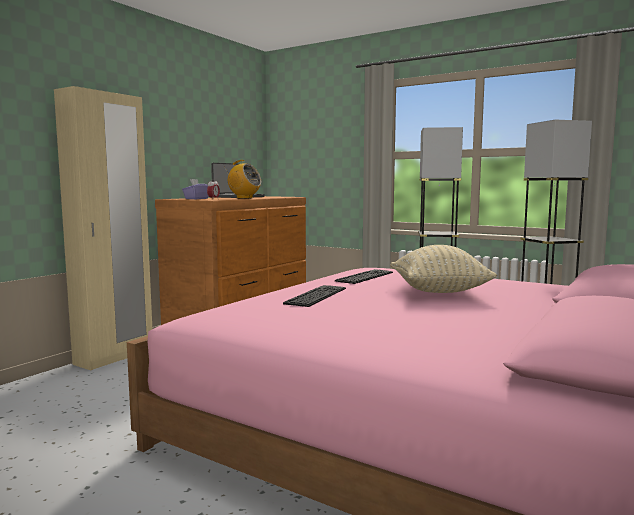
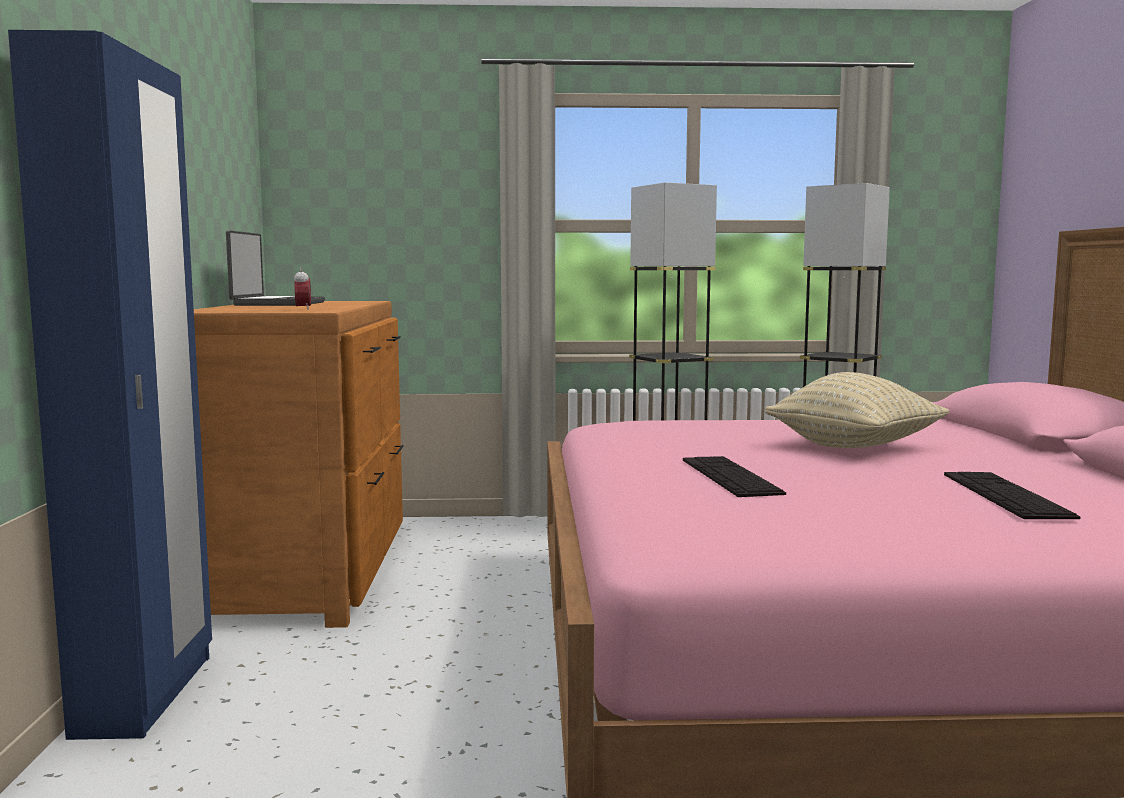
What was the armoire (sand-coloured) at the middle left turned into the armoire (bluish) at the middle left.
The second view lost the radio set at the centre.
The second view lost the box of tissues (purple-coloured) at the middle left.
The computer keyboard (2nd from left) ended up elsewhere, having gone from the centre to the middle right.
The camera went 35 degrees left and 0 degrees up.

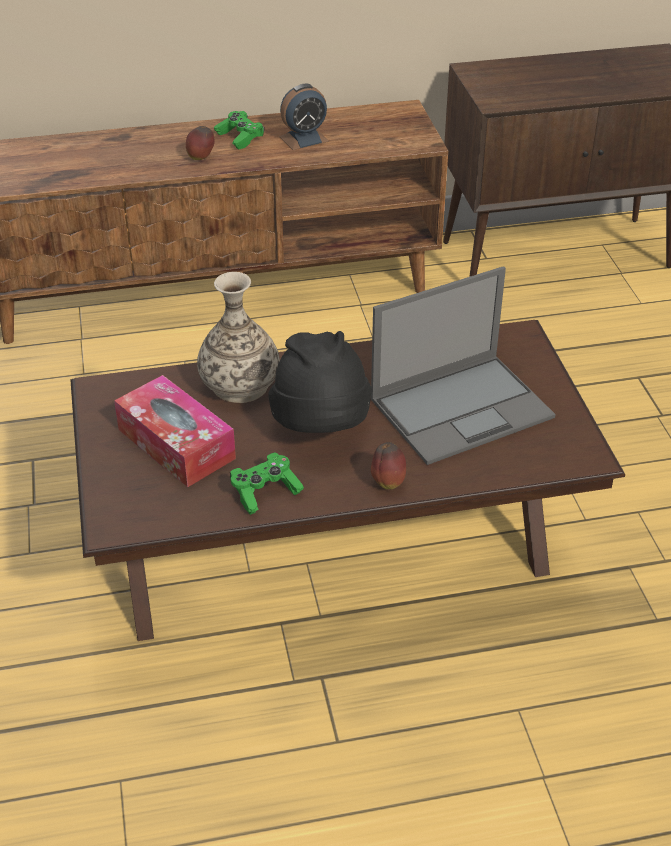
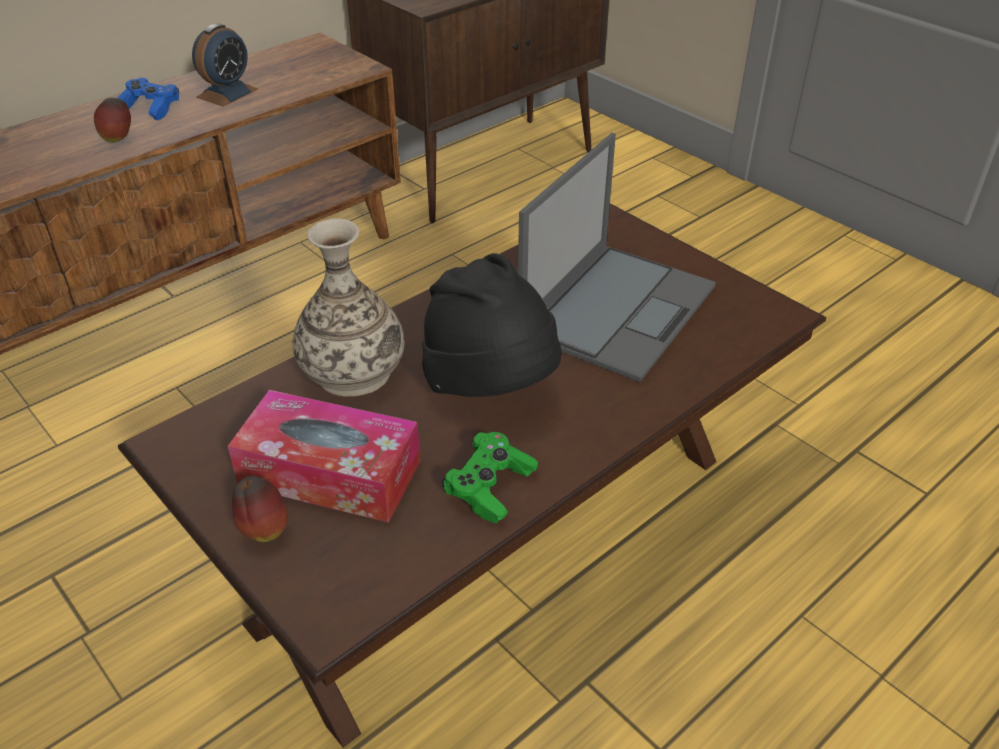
What was the gamepad (green) (1st from left) at the top centre turned into the gamepad (bluish) at the top left.
The whole apple (2nd from left) ended up elsewhere, having gone from the centre to the bottom left.
The camera went 30 degrees left and 0 degrees up.

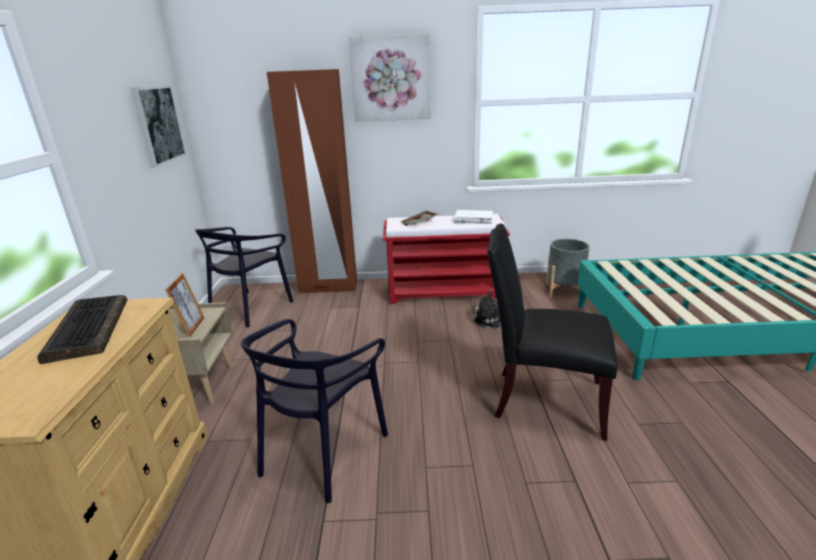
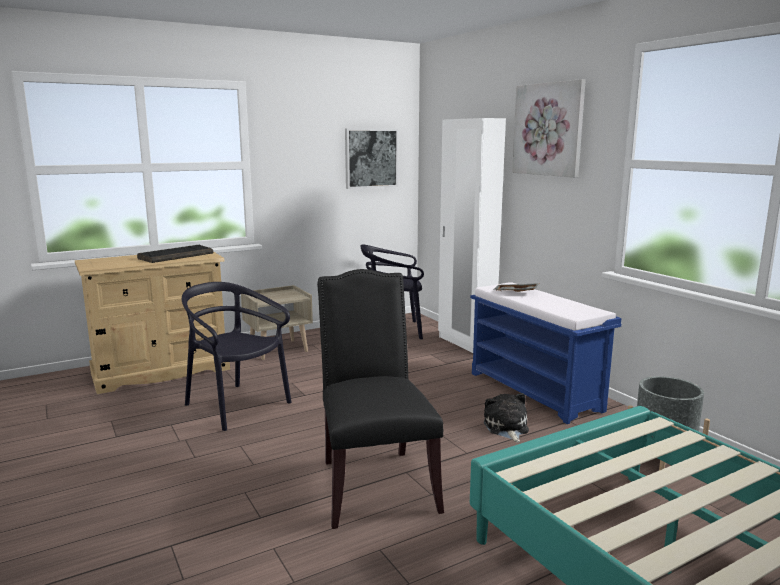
What was the armoire (brownish) at the top centre turned into the armoire (white-coloured) at the centre.
The second view lost the book (white-coloured) at the centre.
What was the long seat (reddish) at the centre turned into the long seat (bluish) at the middle right.
The second view lost the standing frame at the middle left.
The plain chair (black) (2nd from left in the first image) at the bottom centre ended up facing another way, 45 degrees clockwise from before.
The camera went 60 degrees right and 10 degrees down.

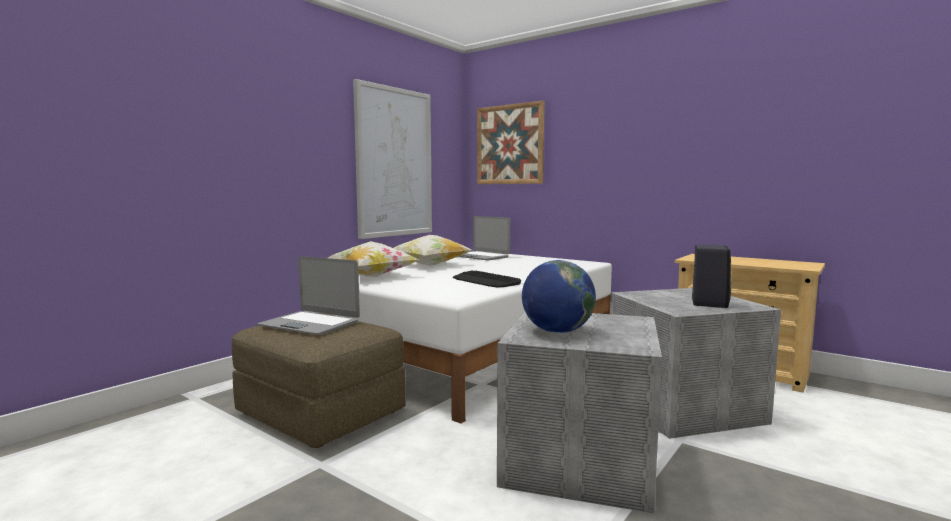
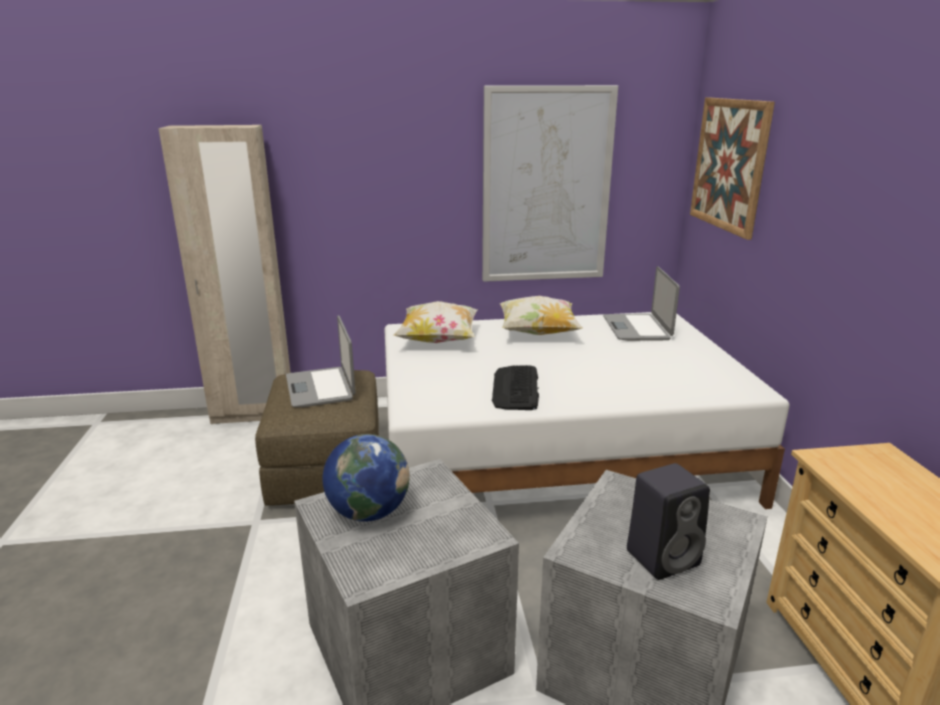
The second view gained the armoire (sand-coloured) at the middle left.
The camera went 45 degrees right and 15 degrees up.

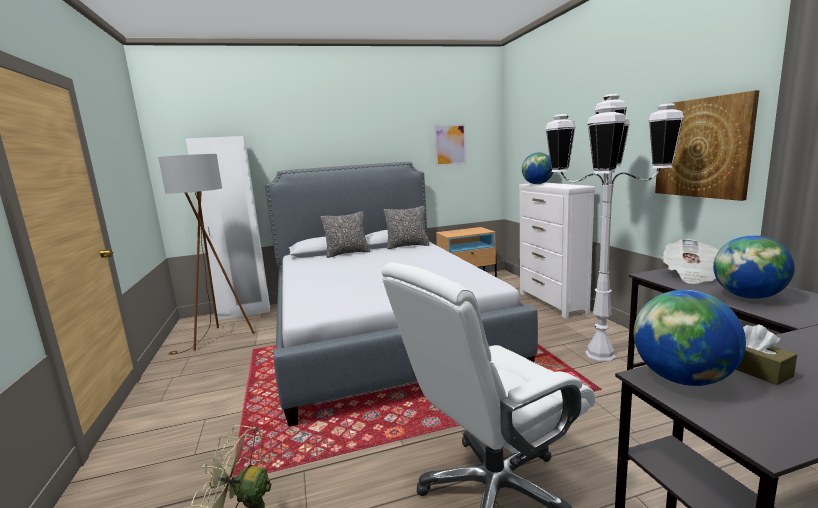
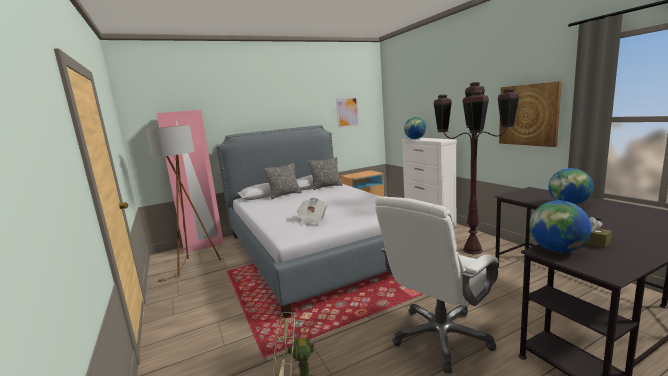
What was the standing lamp (white-coloured) at the middle right turned into the standing lamp (brownish) (2nd from left) at the middle right.
What was the armoire (white-coloured) at the middle left turned into the armoire (pink-coloured) at the middle left.
The daily paper ended up elsewhere, having gone from the middle right to the centre.
The camera went 10 degrees left and 0 degrees up.

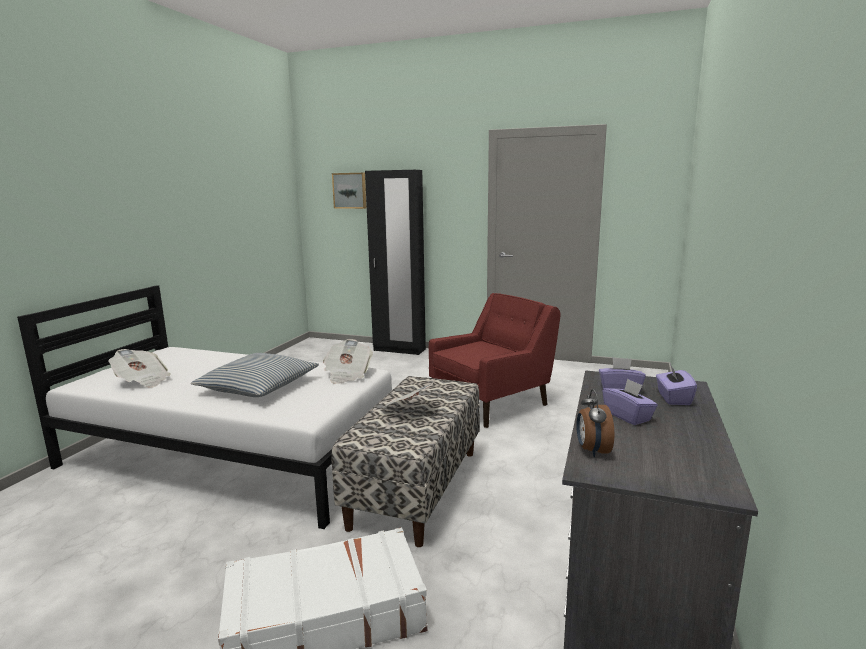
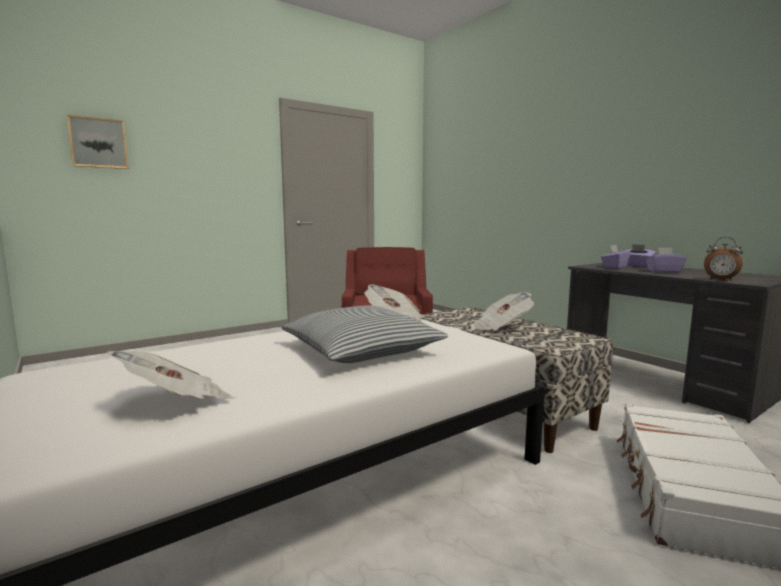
The second view lost the armoire (black) at the centre.
The camera went 55 degrees left and 5 degrees down.

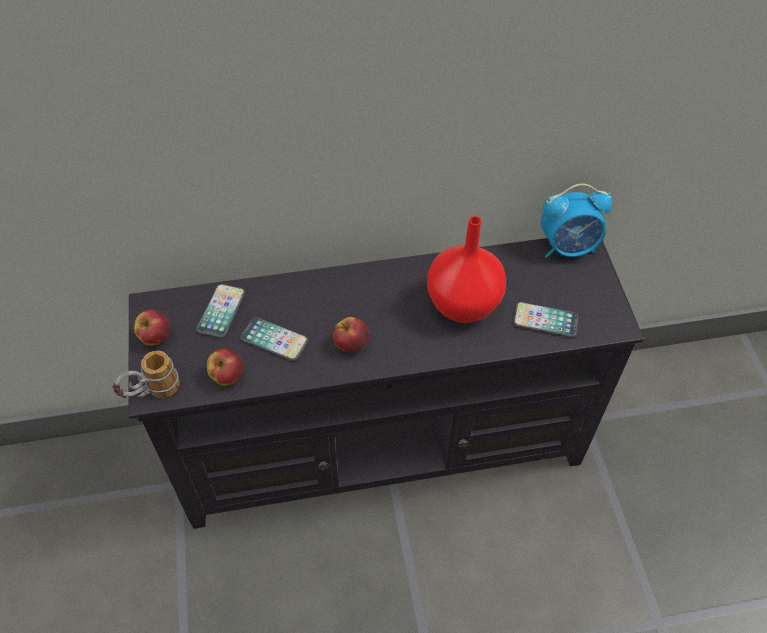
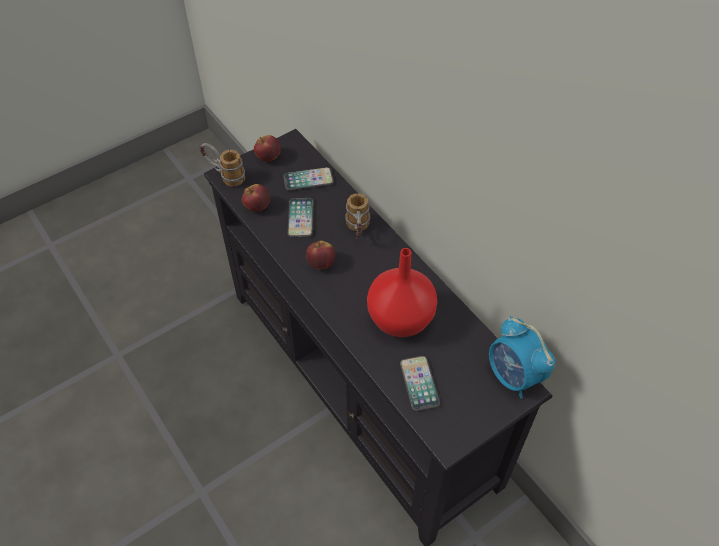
The second view gained the tea mug (2nd from left) at the centre.
The camera went 65 degrees right and 0 degrees up.

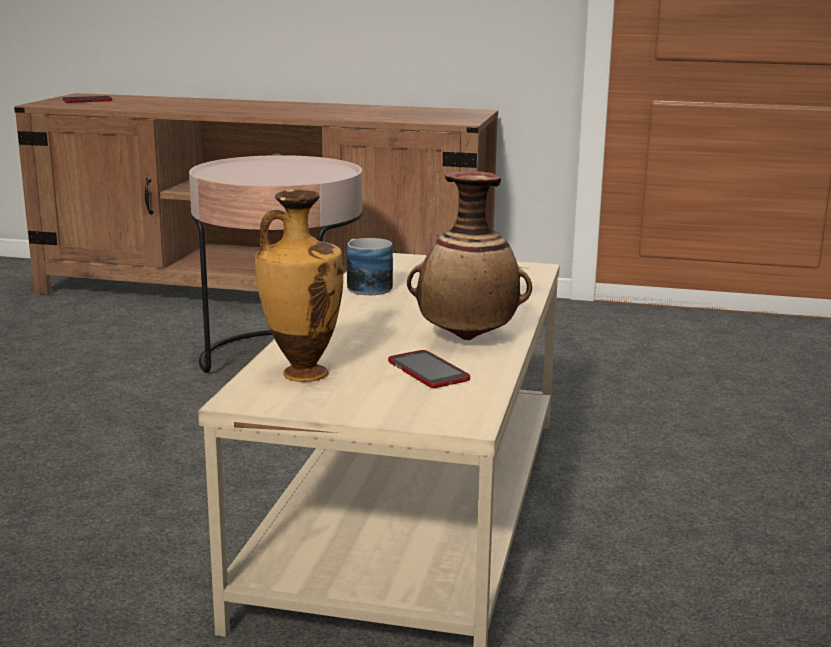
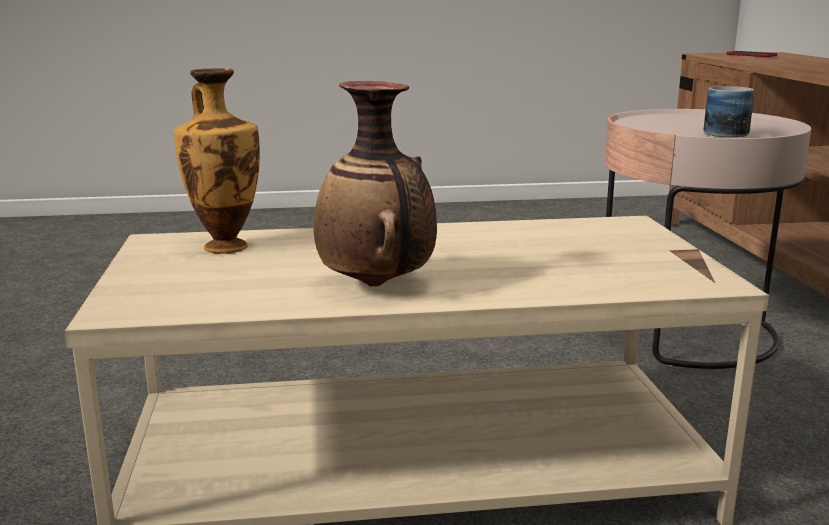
The tea mug ended up elsewhere, having gone from the centre to the top right.
The second view lost the telephone (2nd from left) at the centre.
The camera went 70 degrees right and 0 degrees up.

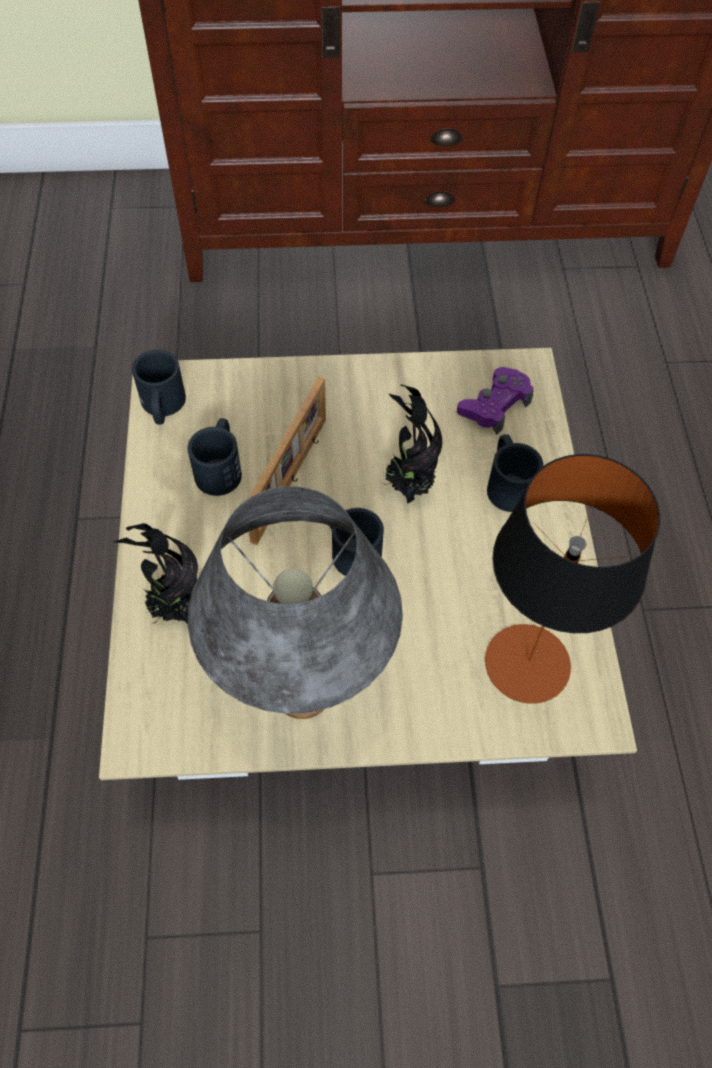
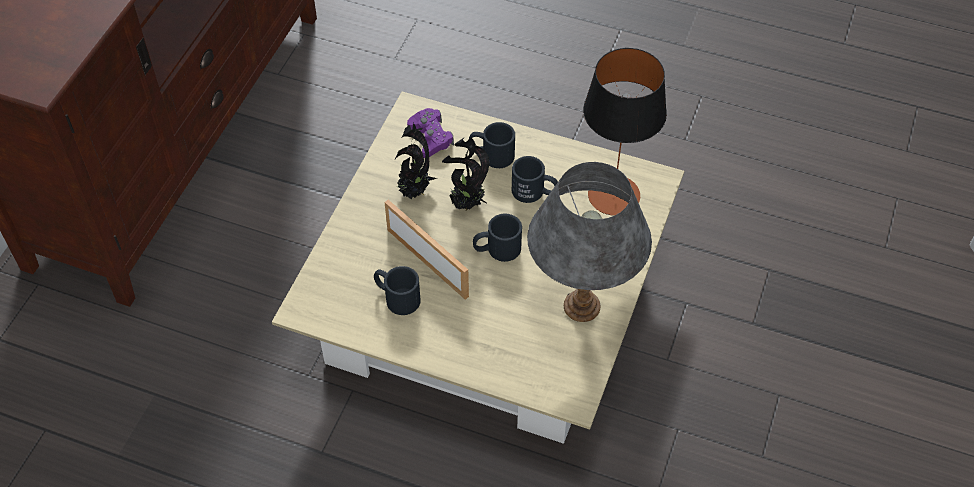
The tea mug (black) (1st from left in the first image) ended up elsewhere, having gone from the middle left to the centre.
The plant in a pot (1st from left) ended up elsewhere, having gone from the middle left to the top centre.
The camera went 65 degrees left and 5 degrees down.

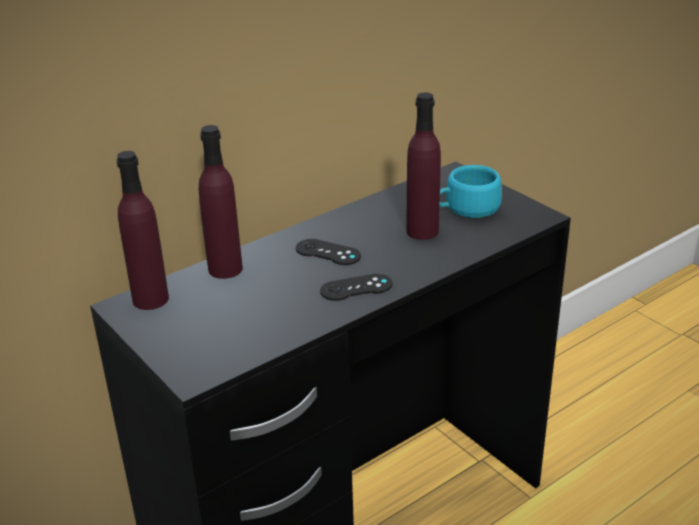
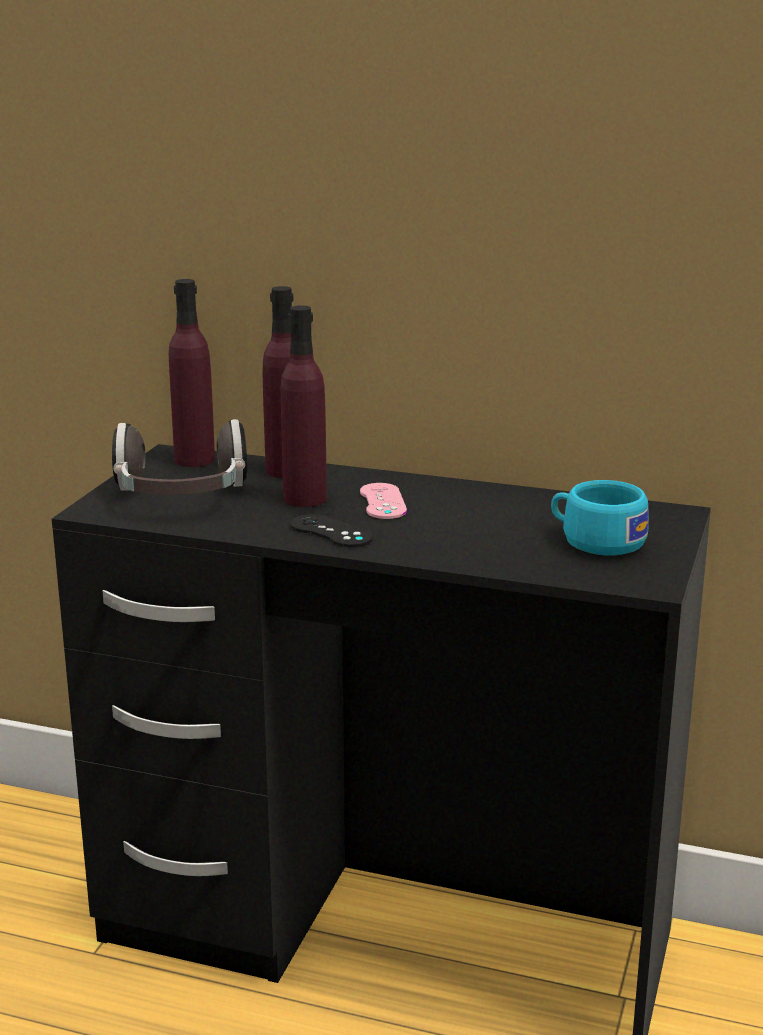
The drink bottle (purple-coloured) (3rd from left) ended up elsewhere, having gone from the top centre to the centre.
What was the gamepad (black) (1st from left) at the centre turned into the gamepad (pink-coloured) at the centre.
The second view gained the headset at the middle left.
The camera went 55 degrees right and 10 degrees down.

